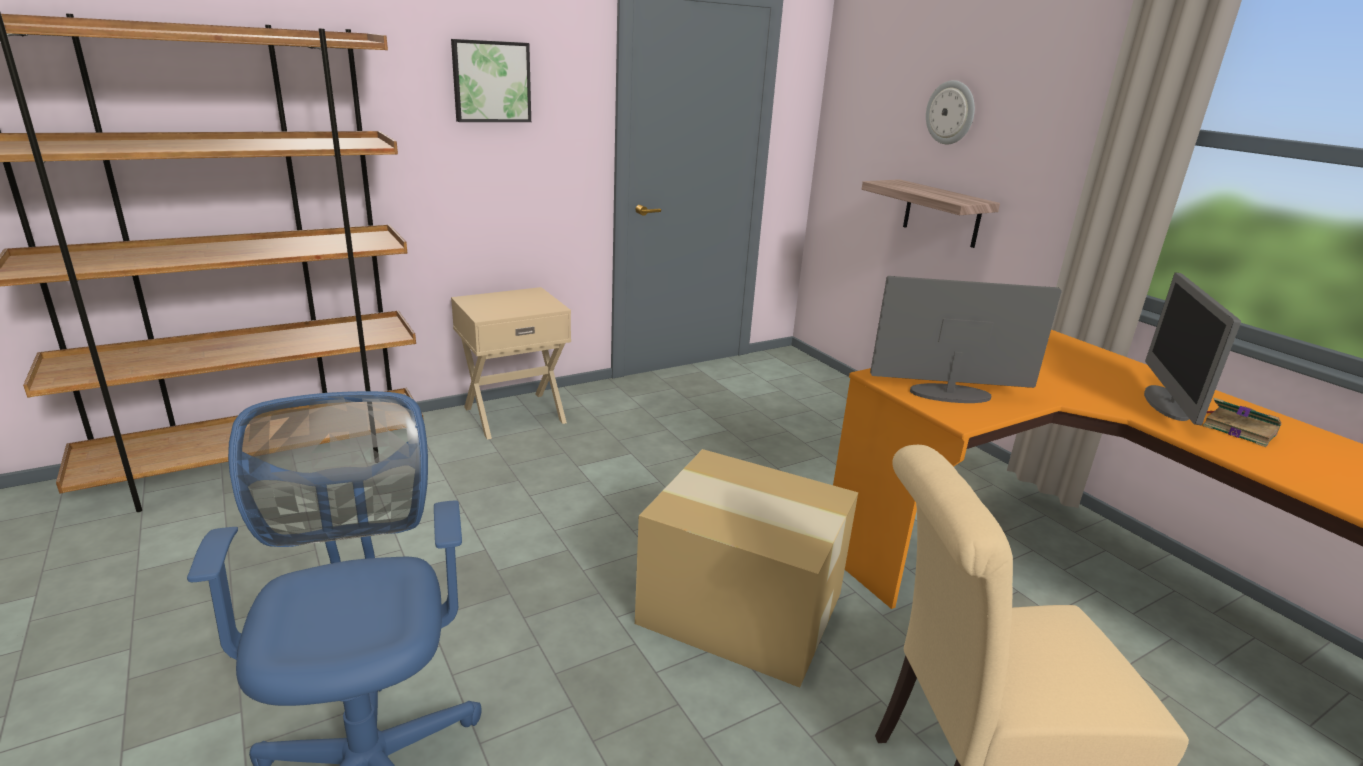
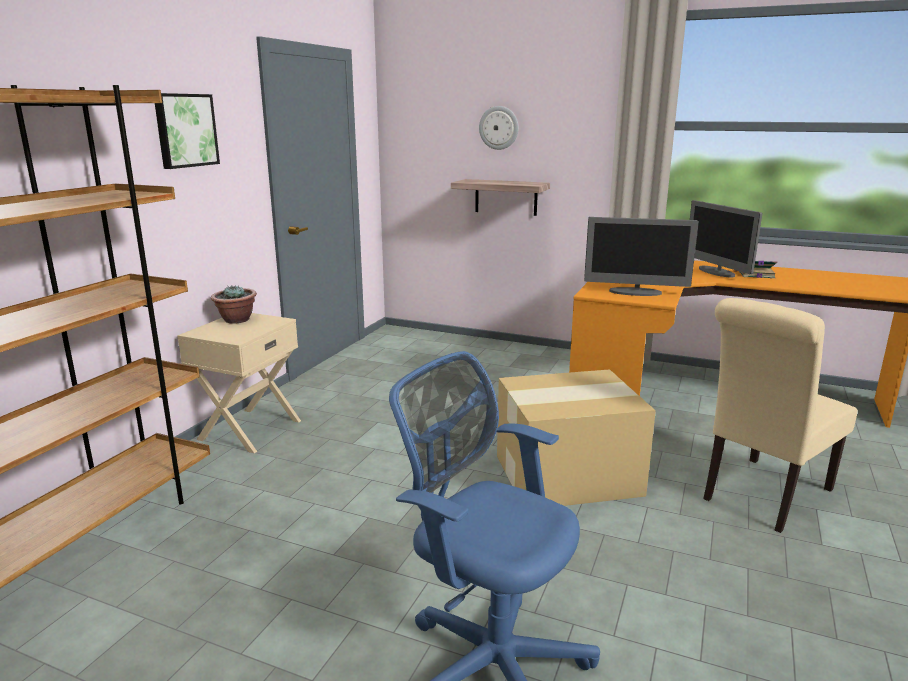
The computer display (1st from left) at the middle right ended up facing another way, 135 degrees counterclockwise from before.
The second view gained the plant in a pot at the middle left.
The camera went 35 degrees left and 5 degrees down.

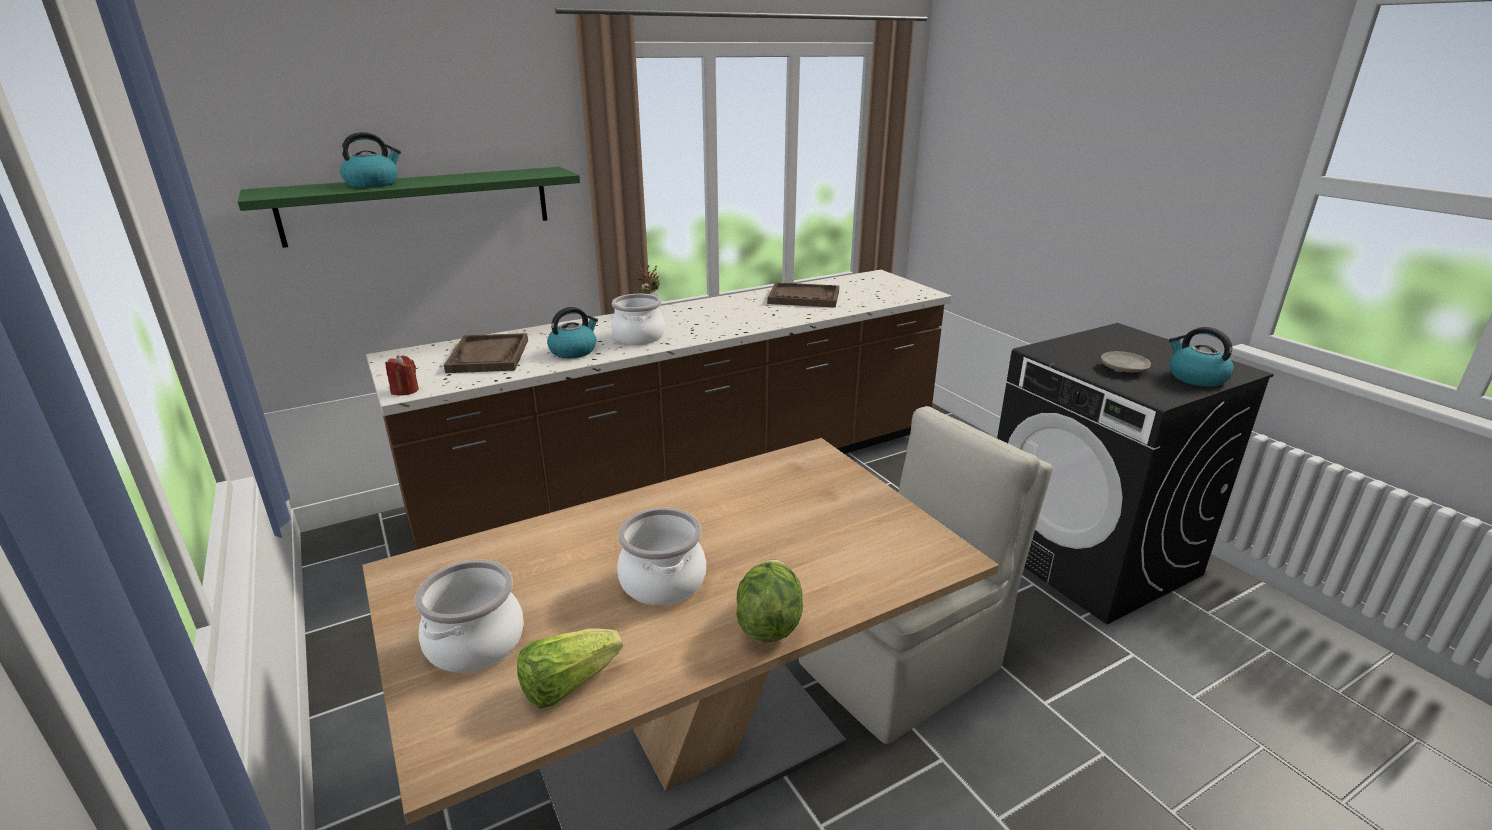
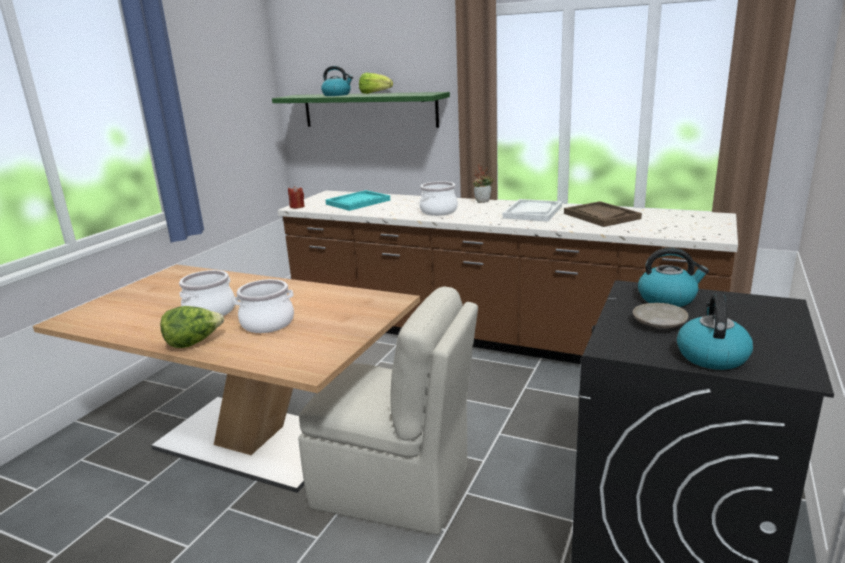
The water kettle (2nd from left) ended up elsewhere, having gone from the centre to the middle right.
What was the serving tray (brownish) (1st from left) at the middle left turned into the serving tray (blue-green) at the centre.
The saucepot (1st from left in the first image) ended up elsewhere, having gone from the bottom left to the middle left.
The head of lettuce (1st from left in the first image) ended up elsewhere, having gone from the bottom centre to the top centre.
The second view gained the serving tray (white-coloured) at the centre.
The camera went 55 degrees right and 5 degrees down.

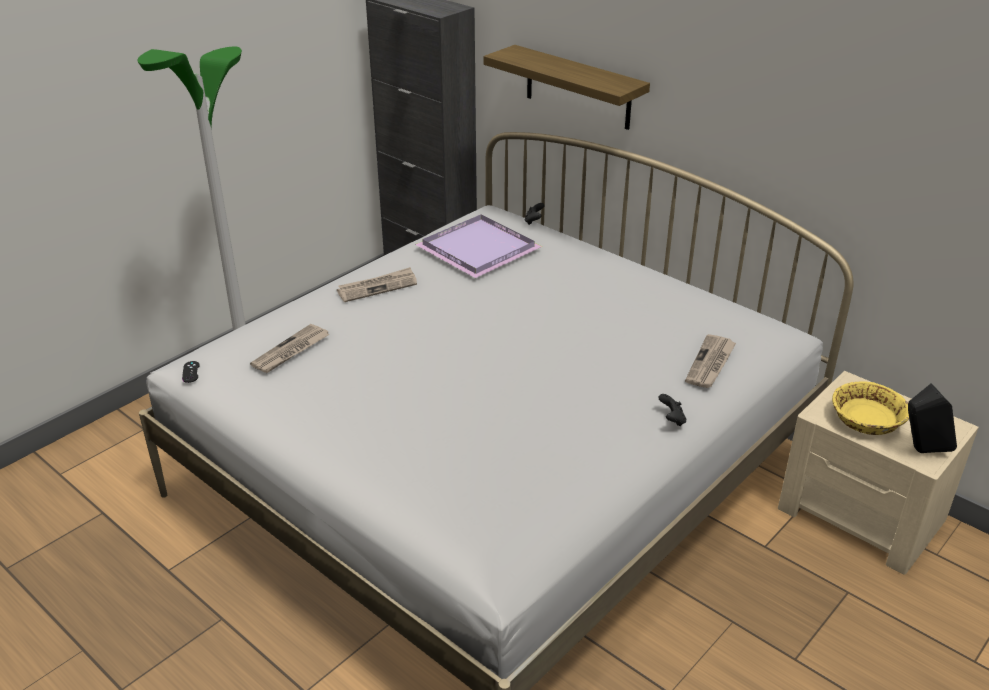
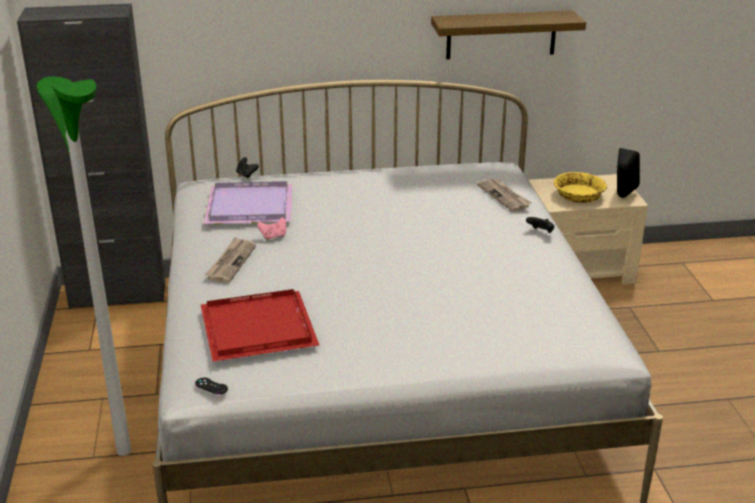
The bracket shelf ended up elsewhere, having gone from the top centre to the top right.
Where the daily paper (1st from left) stood at the middle left, the serving tray (reddish) came to stand at the centre.
The second view gained the gamepad (pink-coloured) at the centre.
The camera went 50 degrees left and 5 degrees down.

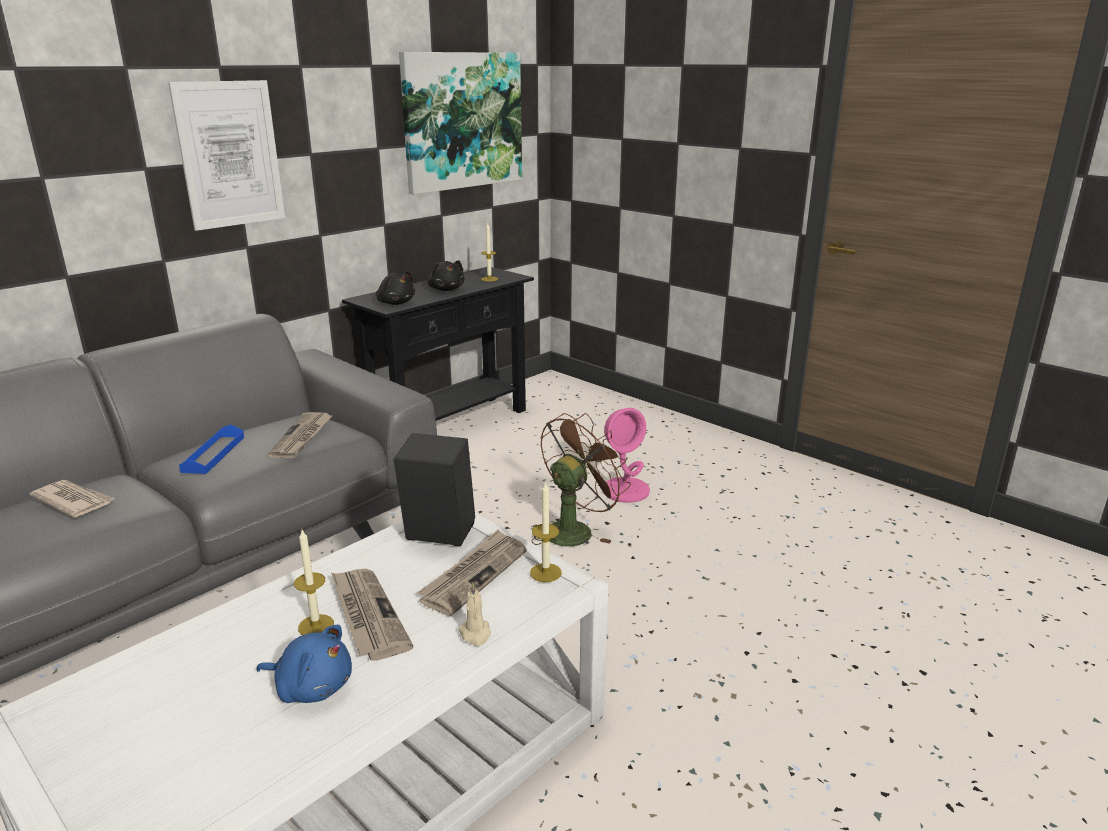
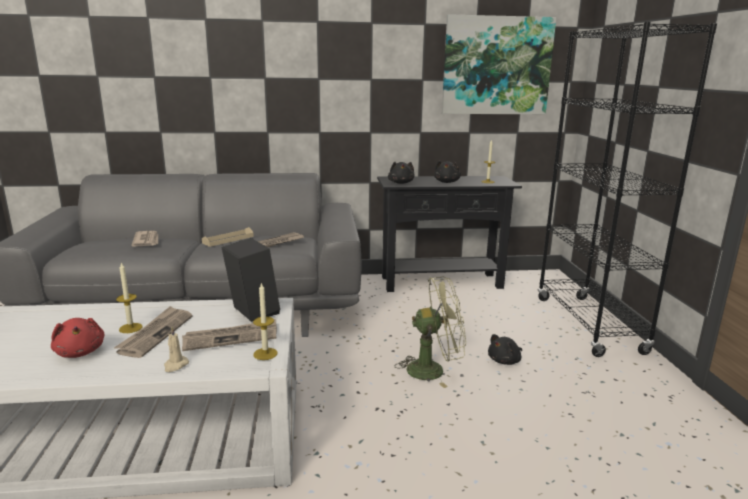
The second view lost the picture (1st from left) at the top left.
Where the tabletop lamp (pink-coloured) stood at the centre, the cuddly toy (black) (3rd from left) came to stand at the bottom right.
What was the cooling fan (brownish) at the centre turned into the cooling fan (green) at the centre.
What was the serving tray (bluish) at the middle left turned into the serving tray (sand-coloured) at the middle left.
What was the cuddly toy (bluish) at the bottom left turned into the cuddly toy (reddish) at the bottom left.
The second view gained the shelving unit (black) at the middle right.
The camera went 40 degrees right and 5 degrees down.

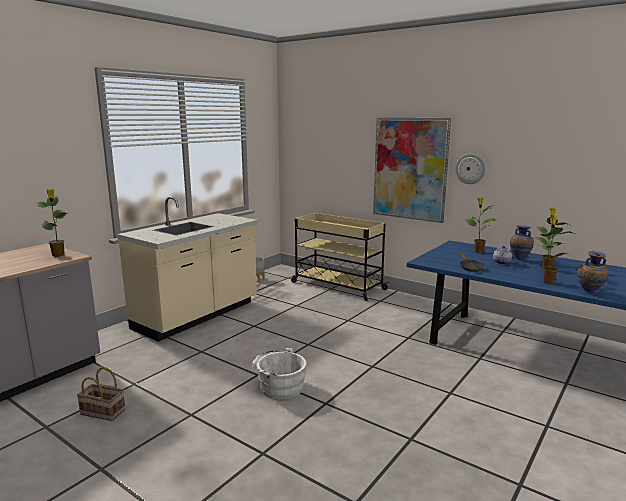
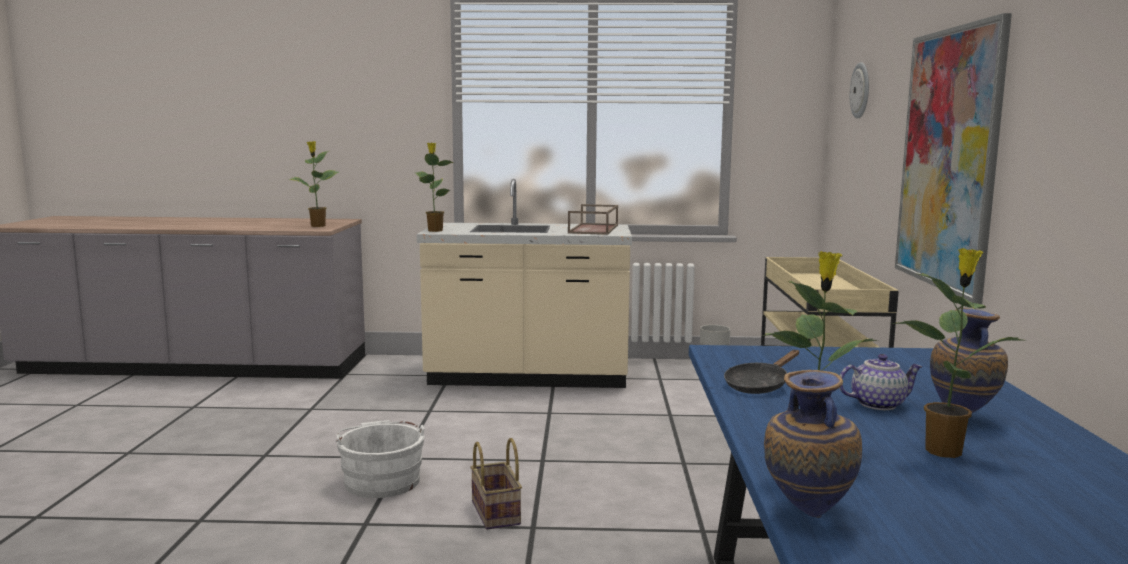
The wall clock ended up elsewhere, having gone from the middle right to the top right.
The plant in a pot (2nd from left) ended up elsewhere, having gone from the middle right to the top centre.
The basket ended up elsewhere, having gone from the bottom left to the bottom centre.
The second view gained the serving tray (brownish) at the centre.
The camera went 55 degrees right and 5 degrees down.

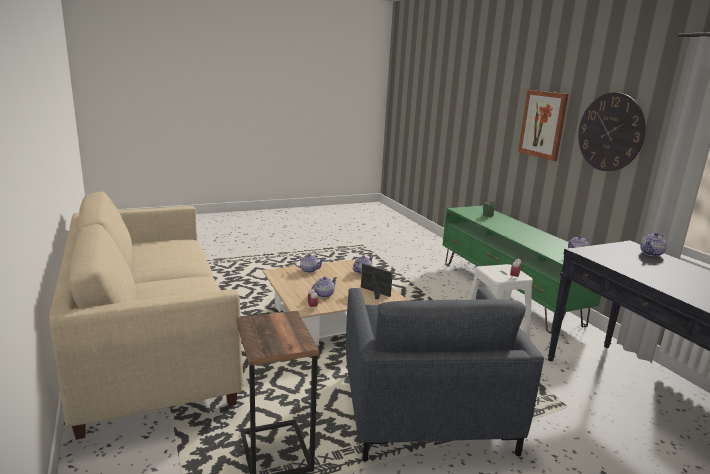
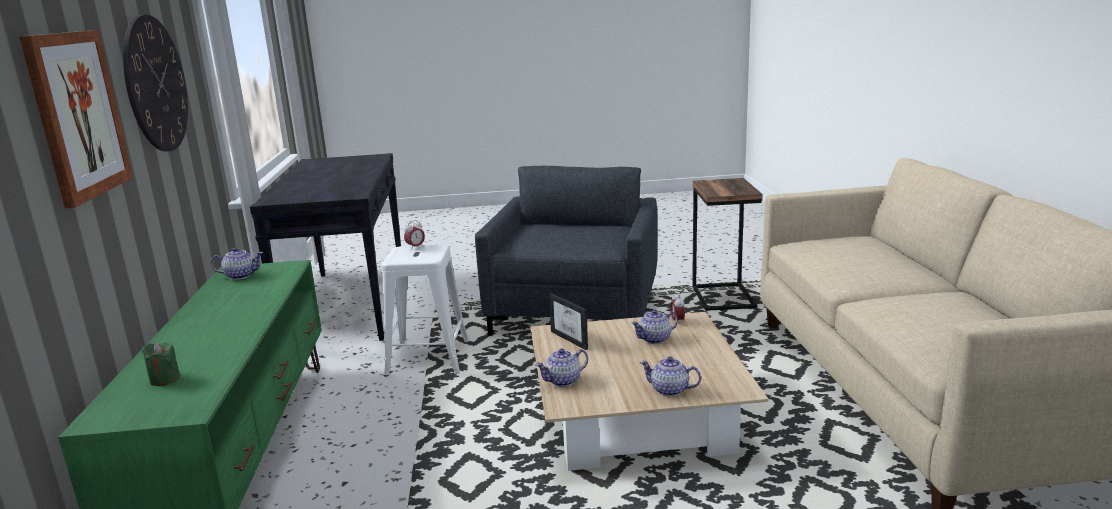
The second view lost the pot for tea (5th from left) at the middle right.
The camera went 160 degrees left and 0 degrees up.

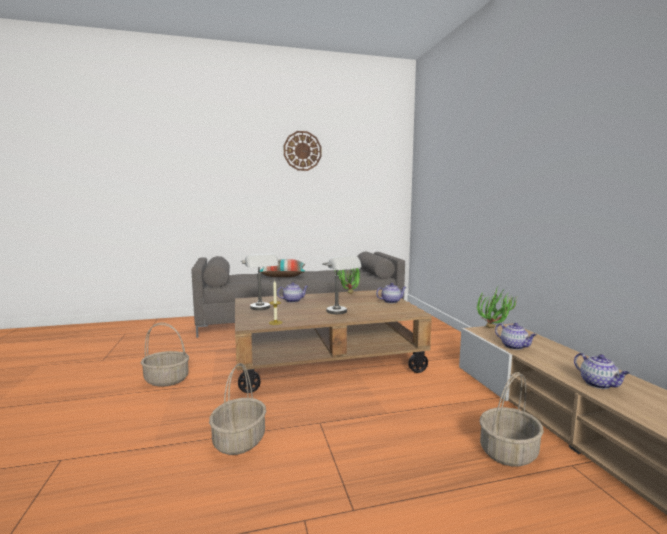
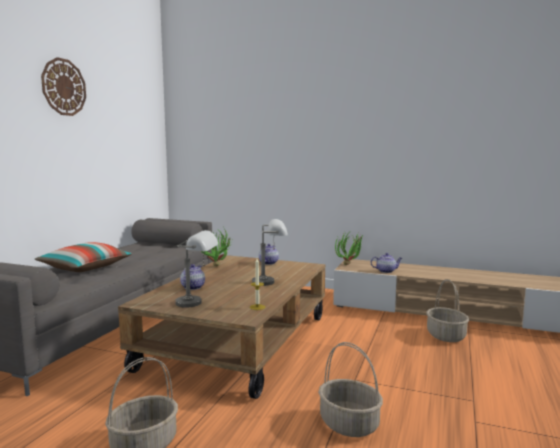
The second view lost the pot for tea (4th from left) at the bottom right.
The camera went 55 degrees left and 0 degrees up.

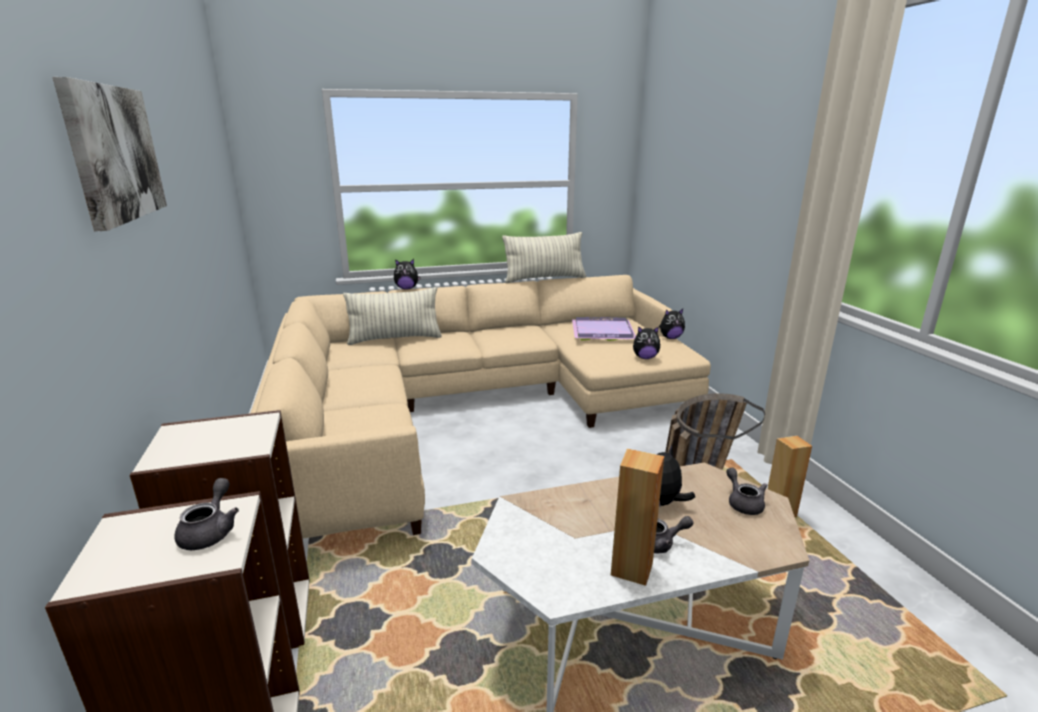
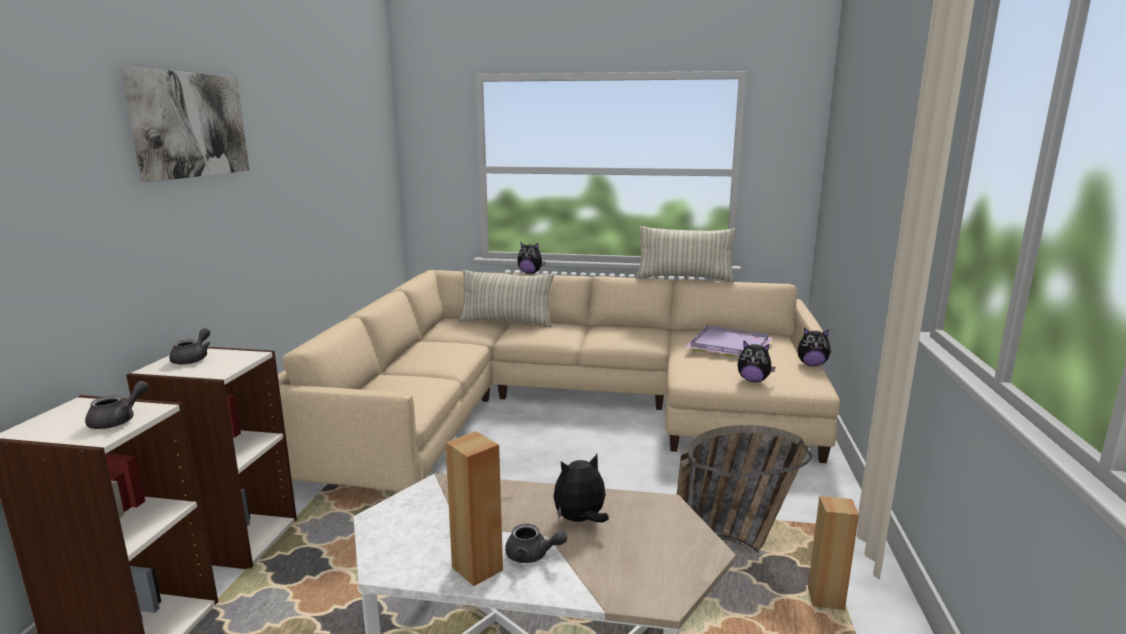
The pot for tea (gray) (3rd from left in the first image) ended up elsewhere, having gone from the bottom right to the middle left.
The camera went 25 degrees right and 5 degrees down.

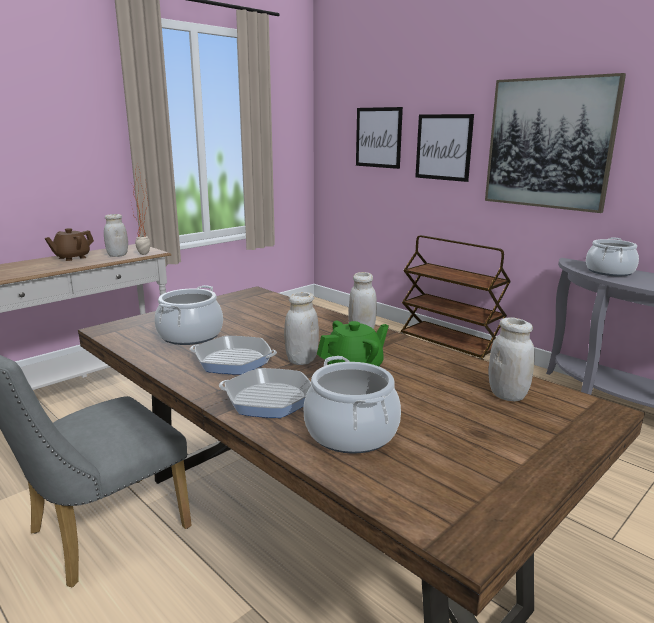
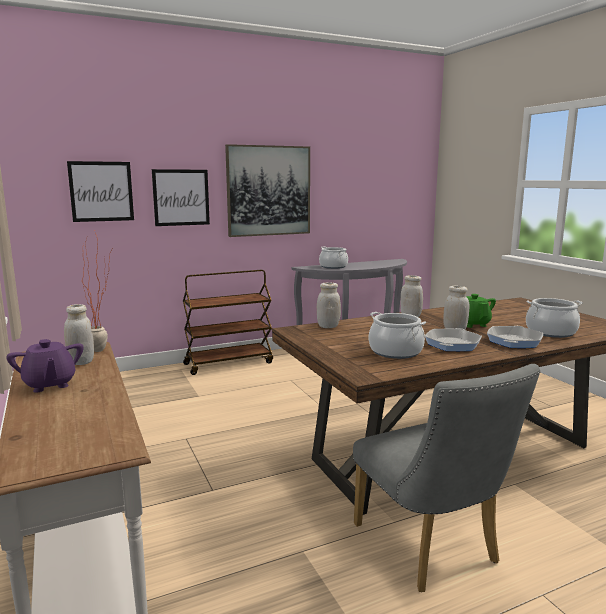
What was the pot for tea (brownish) at the middle left turned into the pot for tea (purple-coloured) at the middle left.
The preserve jar (white-coloured) (4th from left in the first image) ended up elsewhere, having gone from the middle right to the centre.
The camera went 70 degrees left and 5 degrees down.

